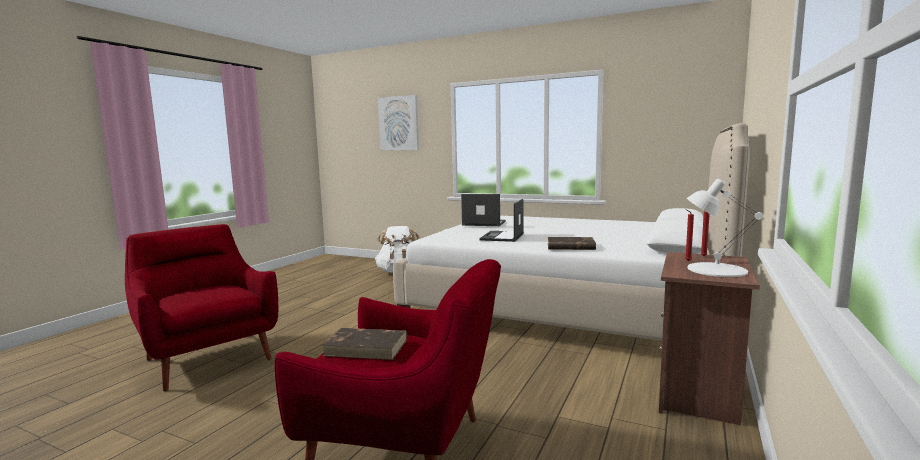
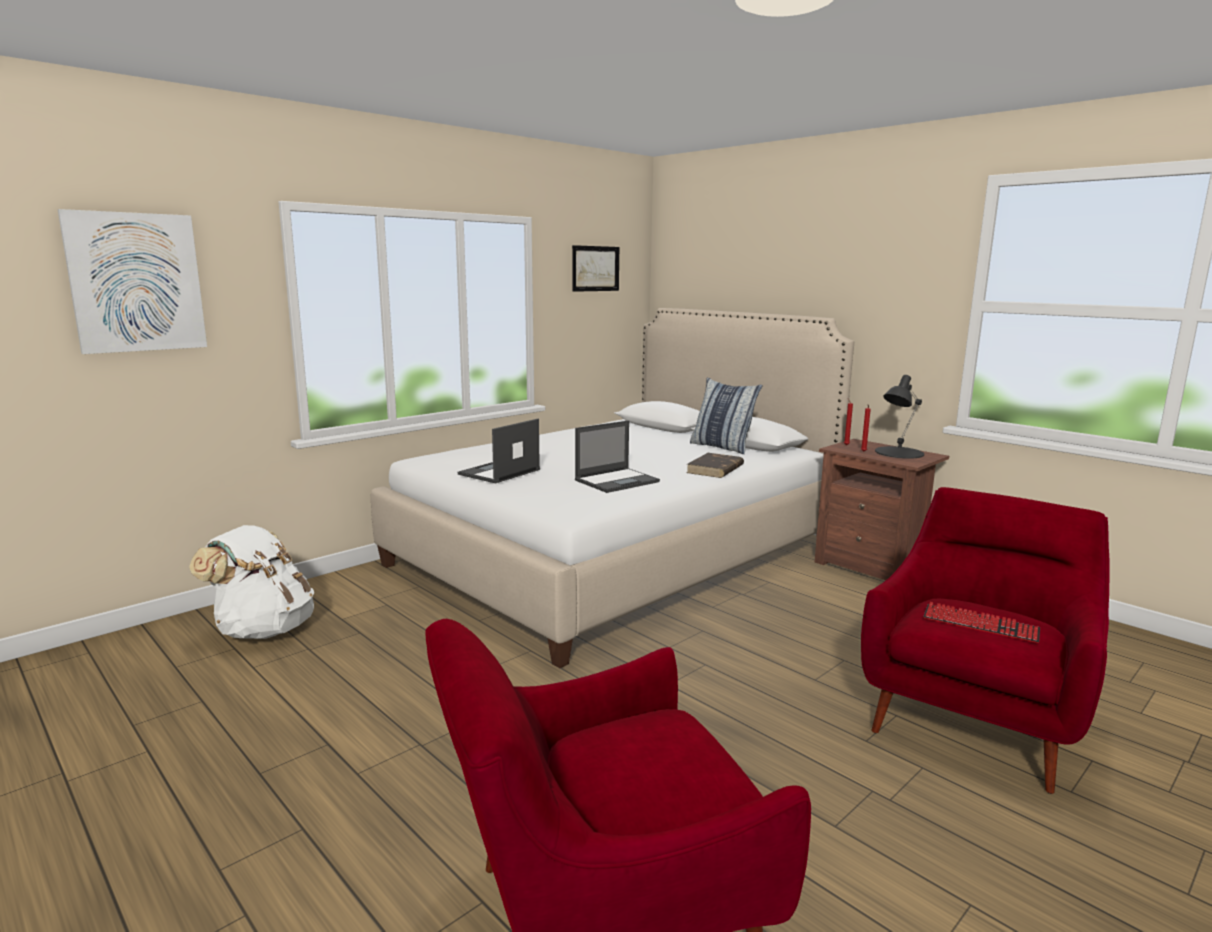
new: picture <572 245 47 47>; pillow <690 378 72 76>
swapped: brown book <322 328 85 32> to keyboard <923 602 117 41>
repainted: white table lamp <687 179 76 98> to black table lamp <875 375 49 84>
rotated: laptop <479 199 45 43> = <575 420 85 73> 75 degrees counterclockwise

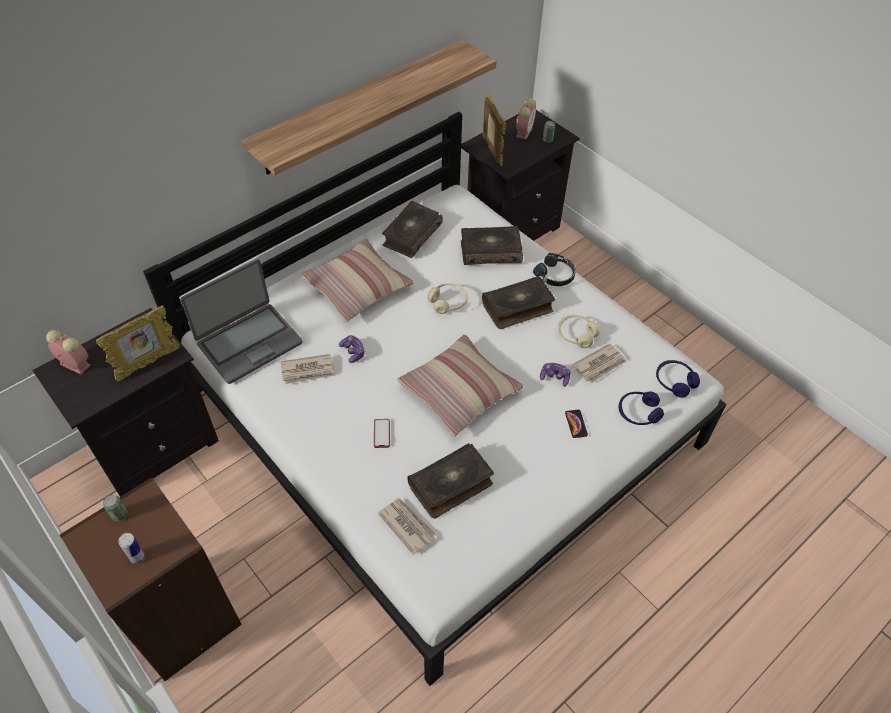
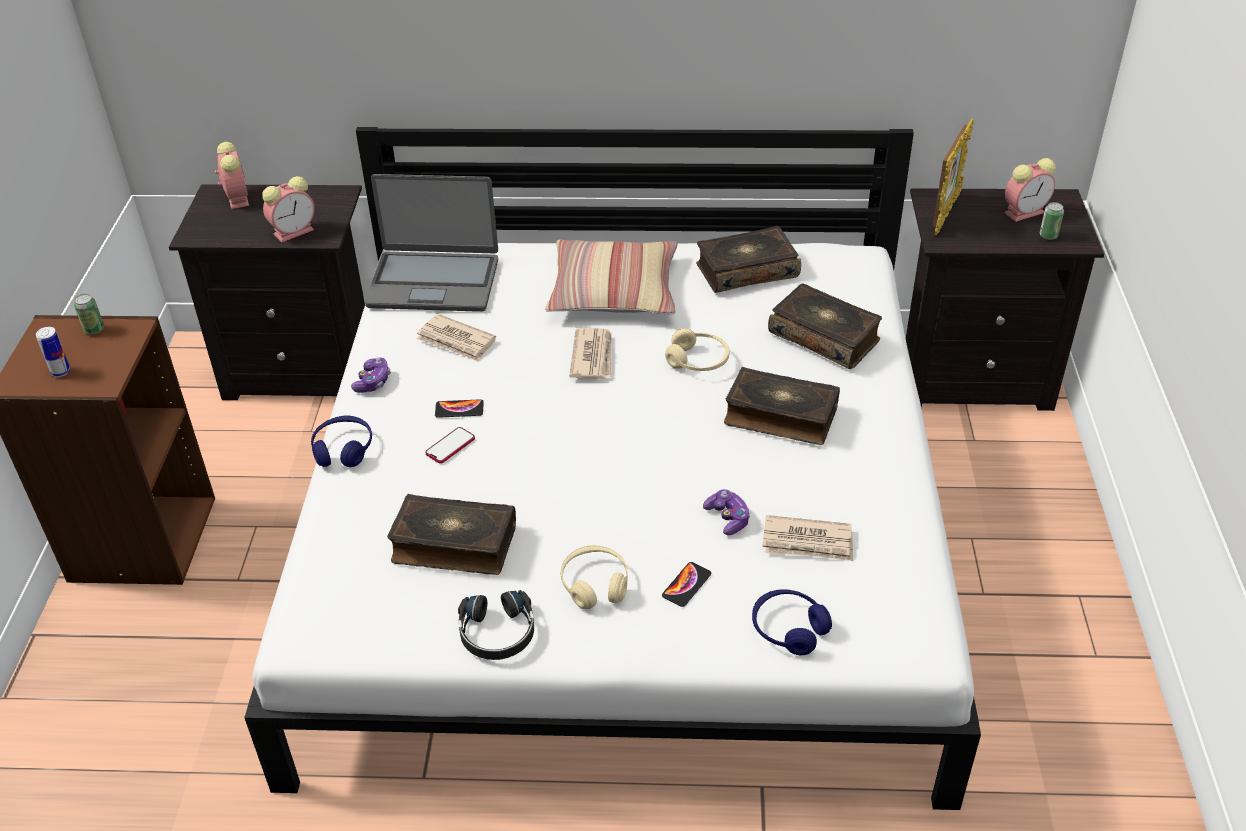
gone: shelf <242 40 255 135>; pillow <397 335 126 102>
new: phone <435 399 49 19>
shifted: blue headphones <656 360 44 37> to <311 416 61 51>; game controller <339 335 26 28> to <351 358 40 35>; black headphones <533 253 43 33> to <458 590 76 70>; beige headphones <558 315 42 33> to <560 545 68 64>; newspaper <378 498 59 57> to <569 328 43 51>
swapped: picture frame <96 305 84 76> to alarm clock <262 176 53 66>

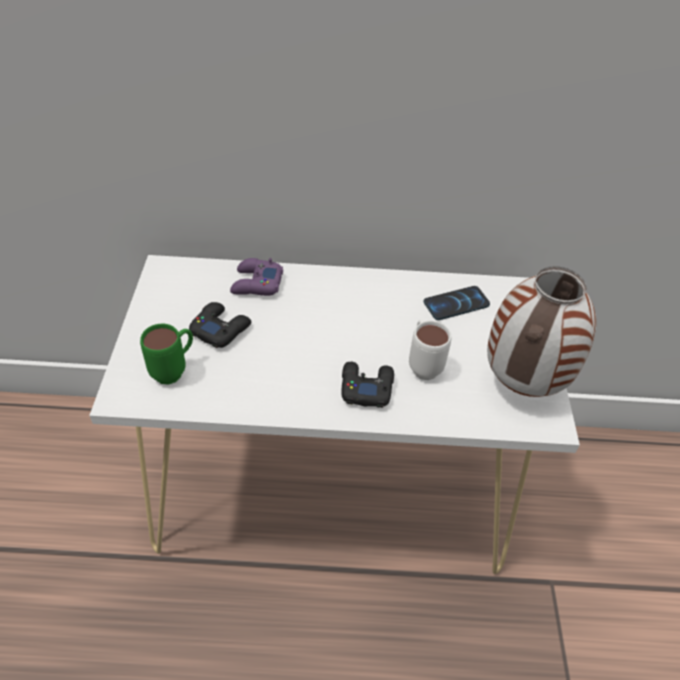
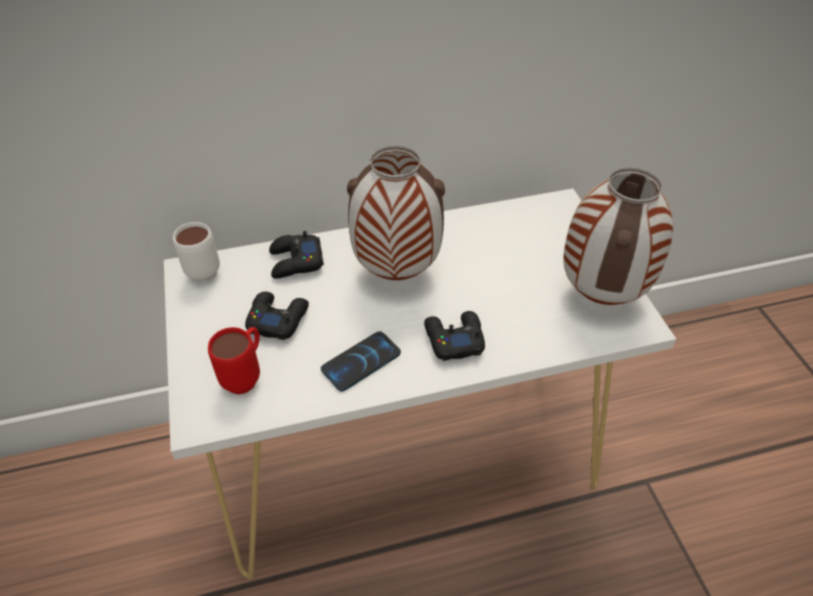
new: vase <347 146 98 134>
shifted: white mug <409 320 42 60> to <173 222 47 61>; phone <423 286 67 34> to <321 331 80 61>
repainted: green mug <140 324 53 60> to red mug <208 327 52 67>; purple game controller <230 258 53 38> to black game controller <269 231 55 48>

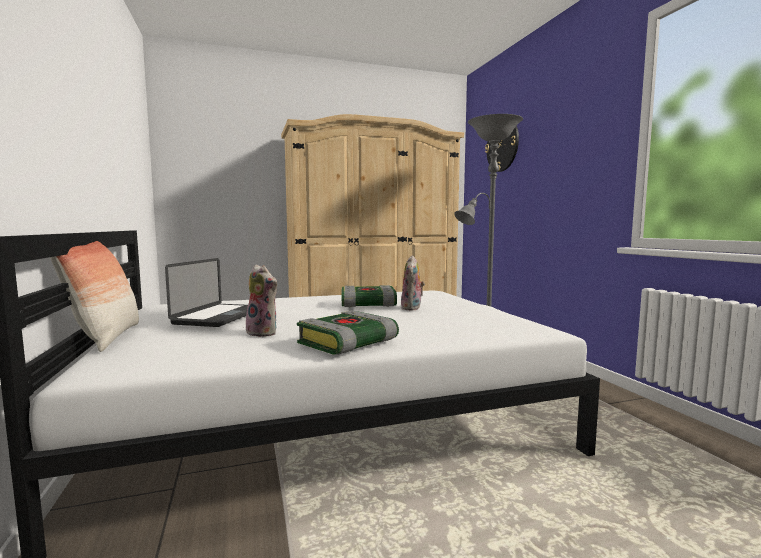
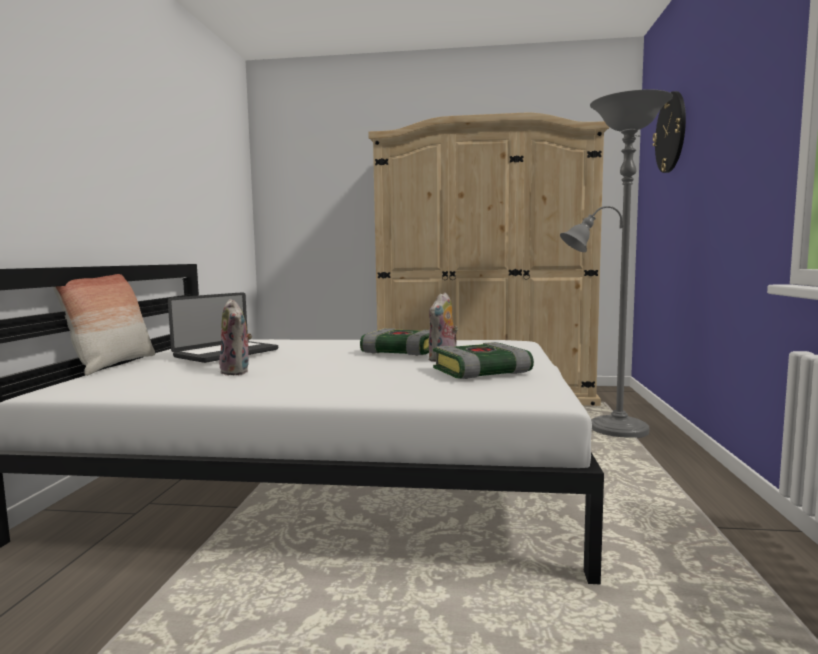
shifted: book <297 310 102 45> to <433 342 101 37>

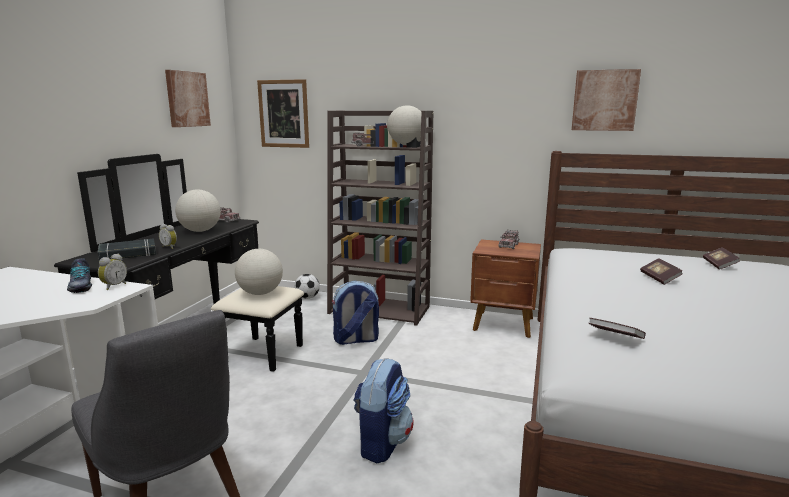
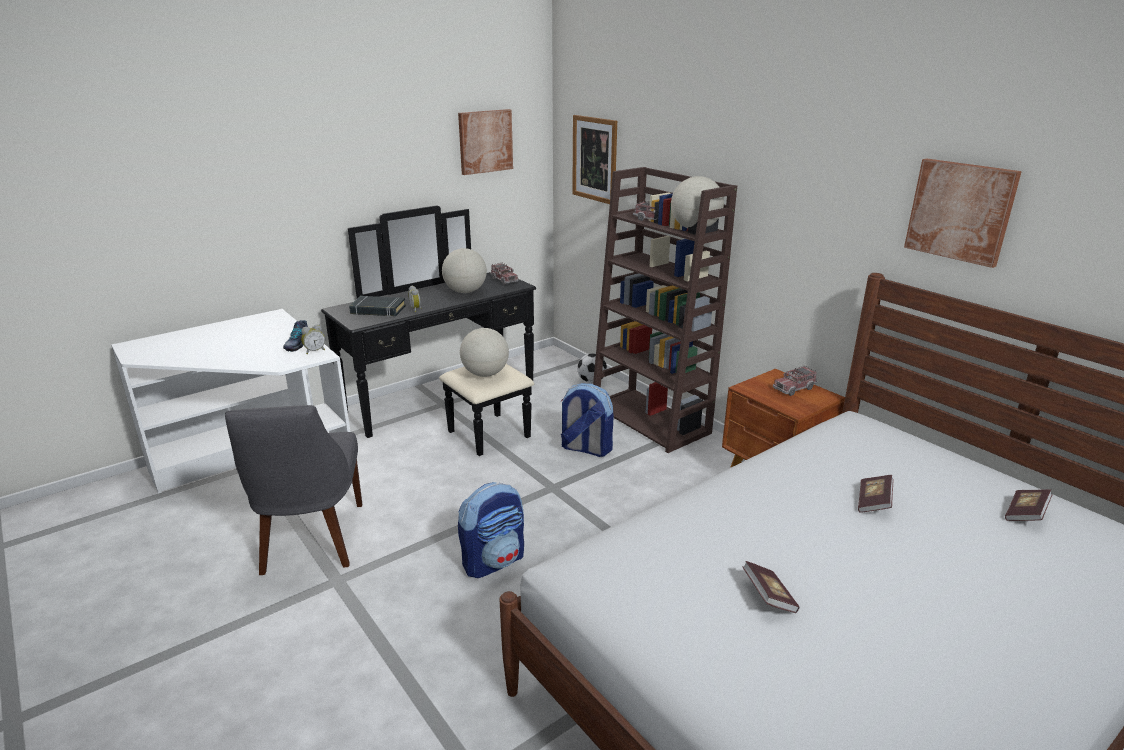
shifted: book <589 318 57 21> to <743 561 56 52>

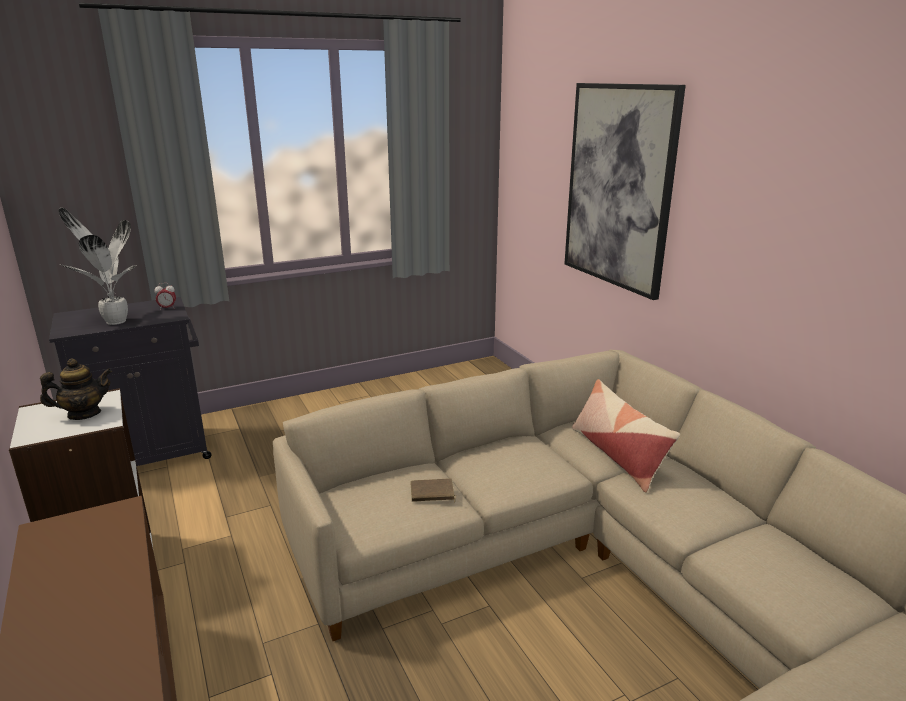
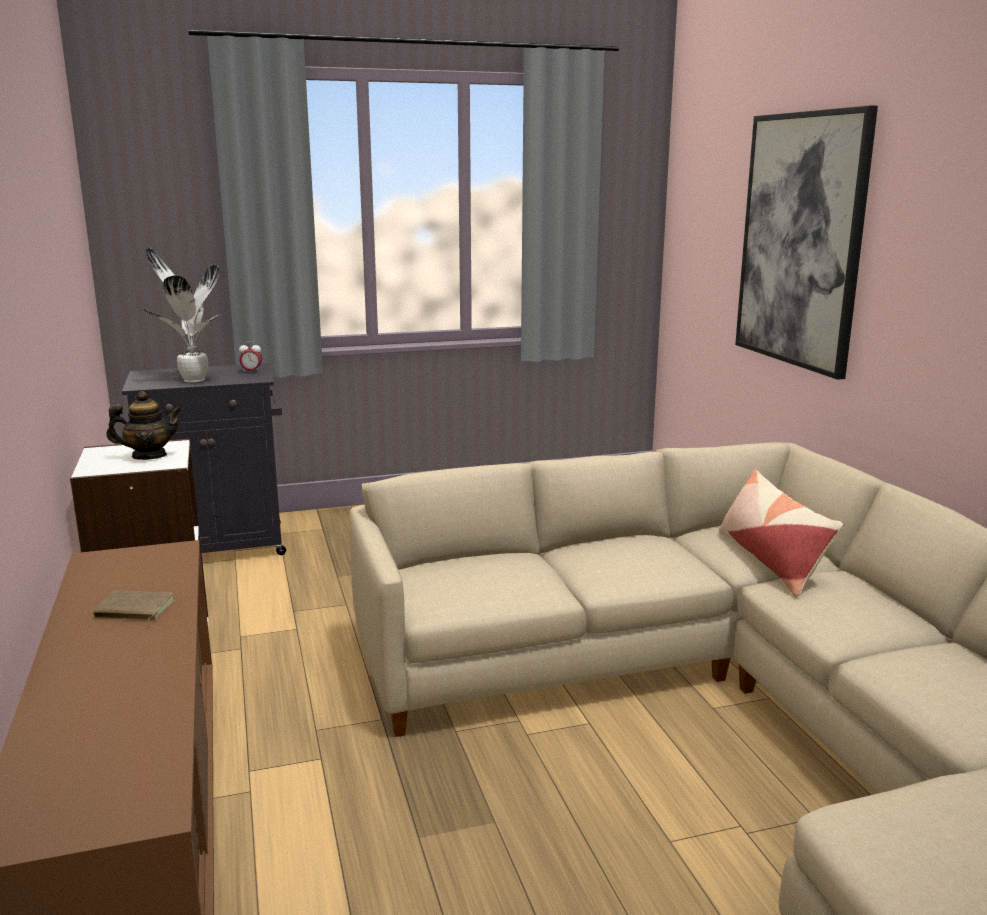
shifted: brown book <410 478 46 24> to <93 591 82 31>

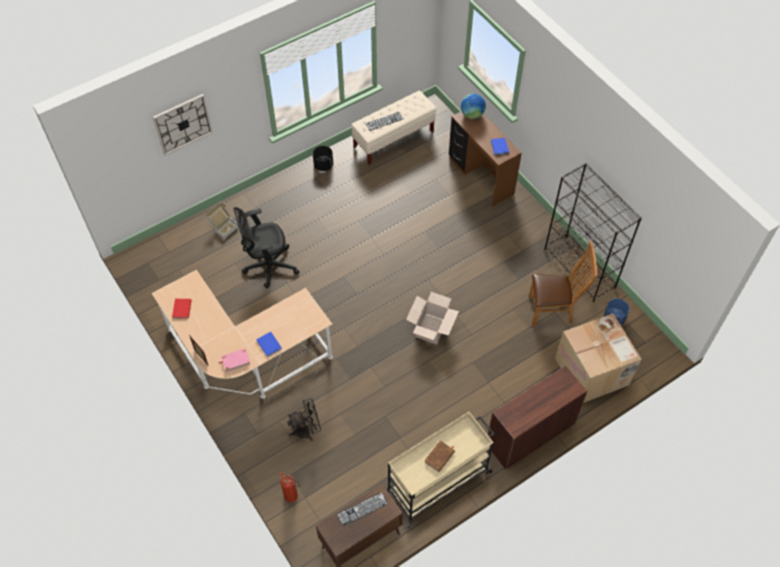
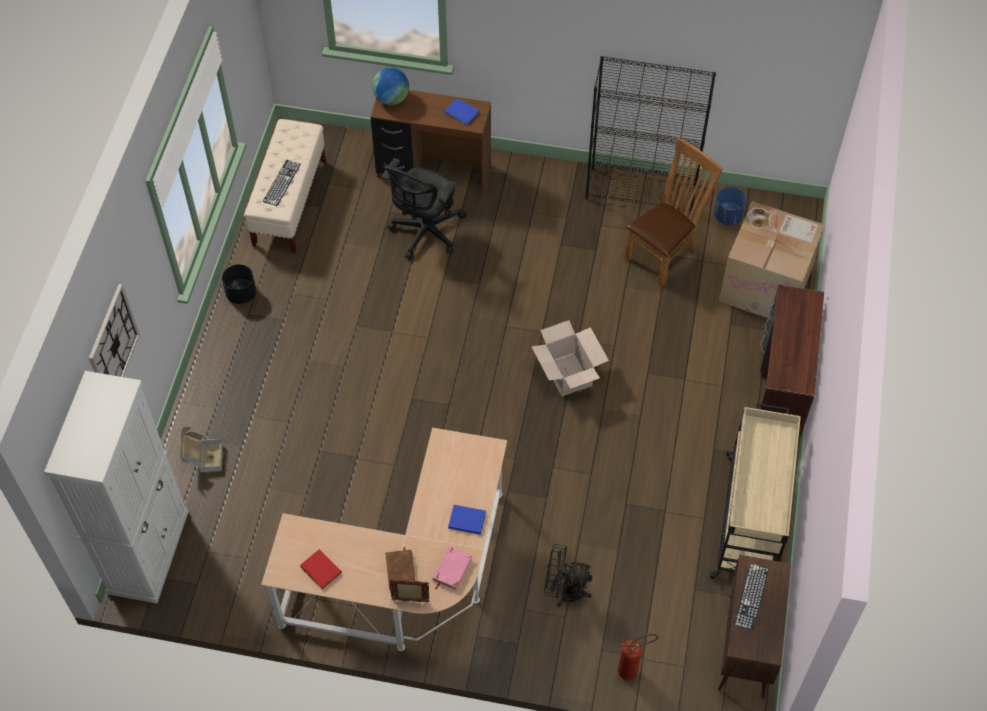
new: white cabinet <44 371 145 232>
shifted: black office chair <233 207 66 81> to <382 158 85 101>; brown book <425 441 30 31> to <385 547 30 44>
rotated: black fan <287 398 34 43> = <544 544 49 63> 105 degrees counterclockwise

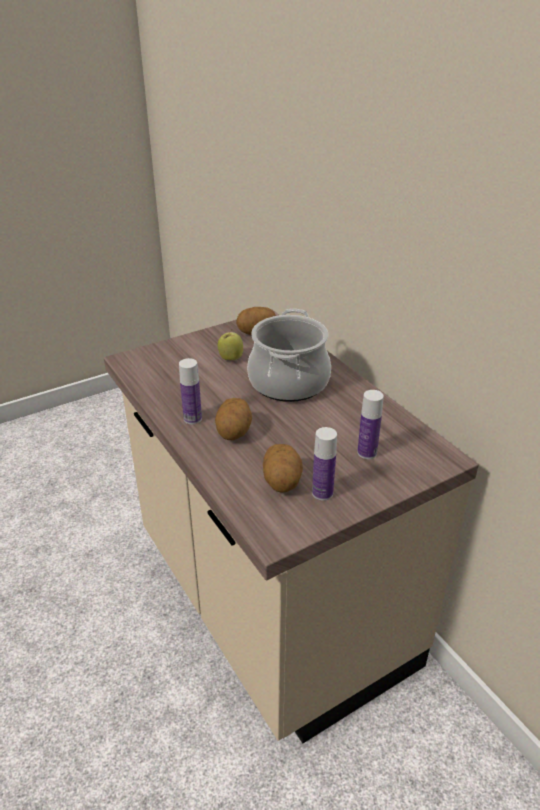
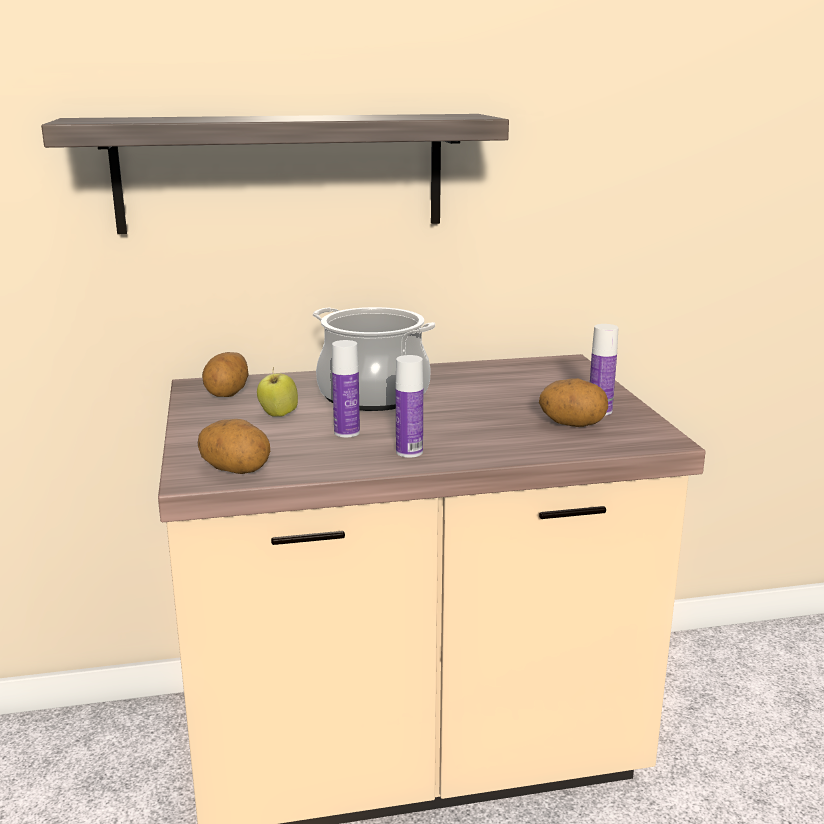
new: shelf <41 114 468 120>
shifted: potato <215 398 37 42> to <198 419 72 55>; bottle <357 390 27 69> to <332 340 28 98>

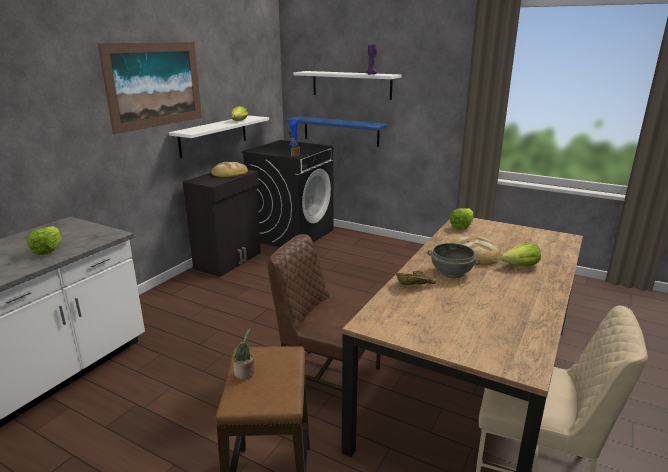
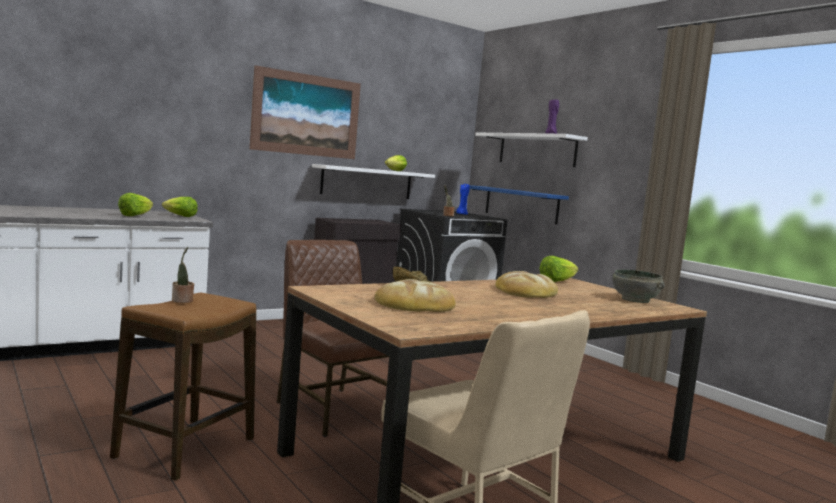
shifted: lettuce <500 243 41 23> to <162 197 36 20>; bread <211 162 37 15> to <375 279 80 33>; grey bowl <427 243 53 35> to <612 269 53 34>

